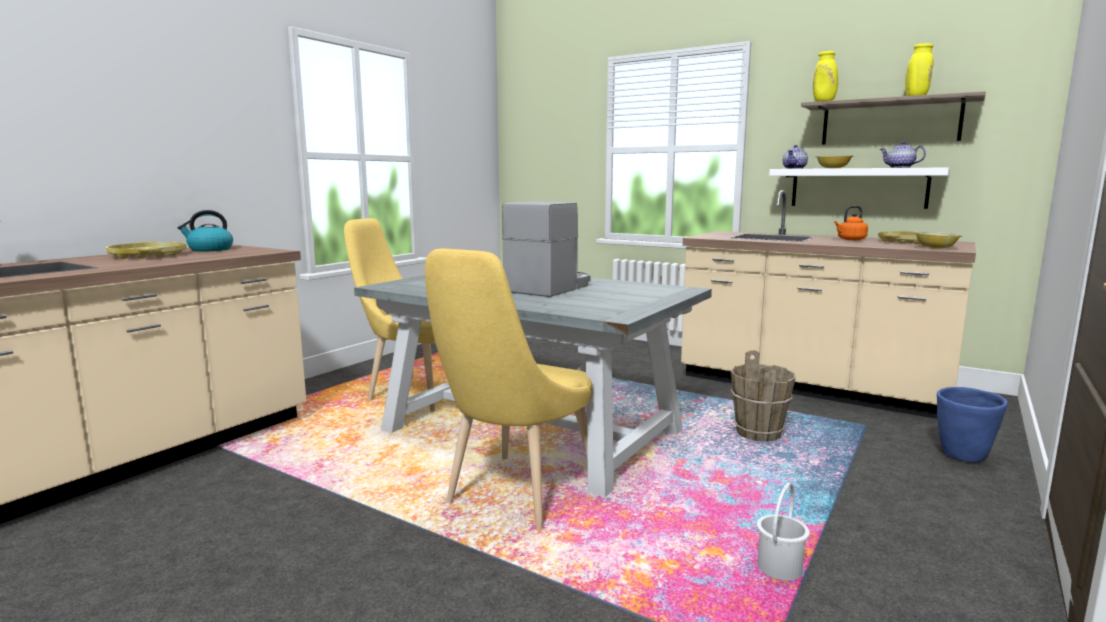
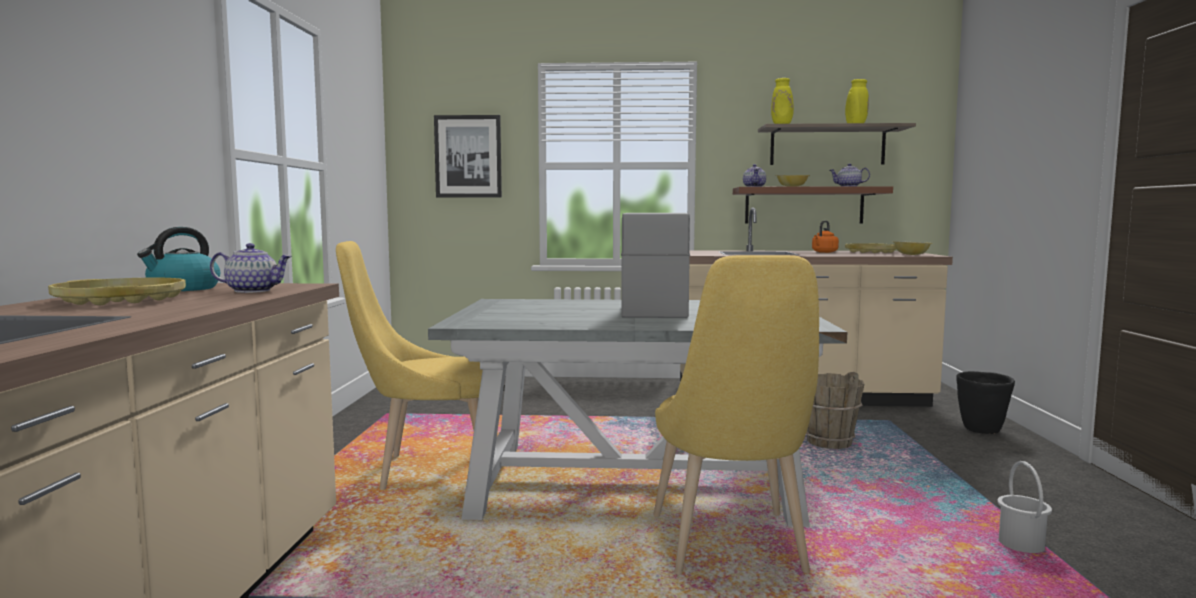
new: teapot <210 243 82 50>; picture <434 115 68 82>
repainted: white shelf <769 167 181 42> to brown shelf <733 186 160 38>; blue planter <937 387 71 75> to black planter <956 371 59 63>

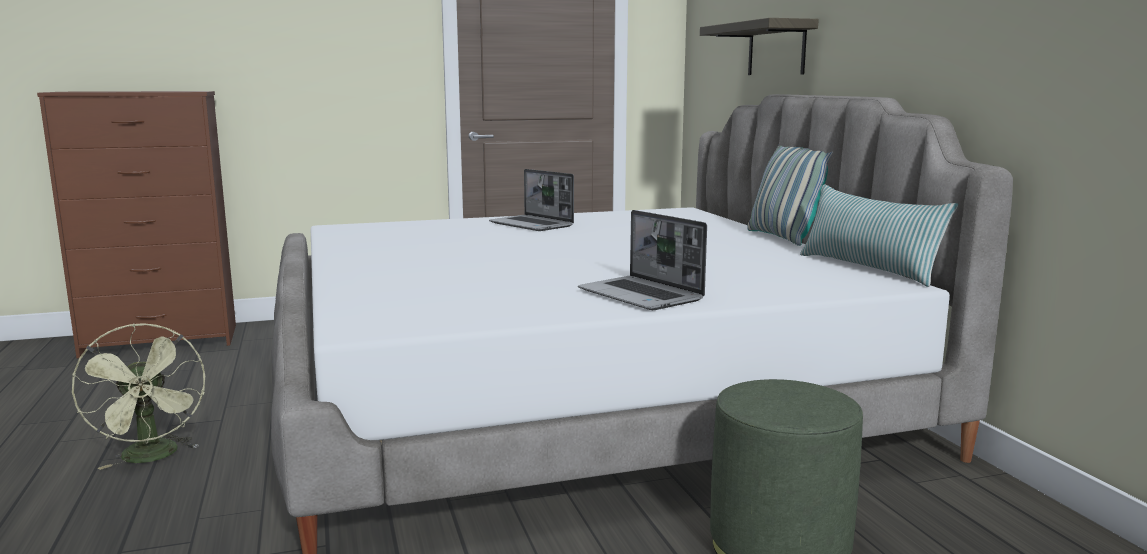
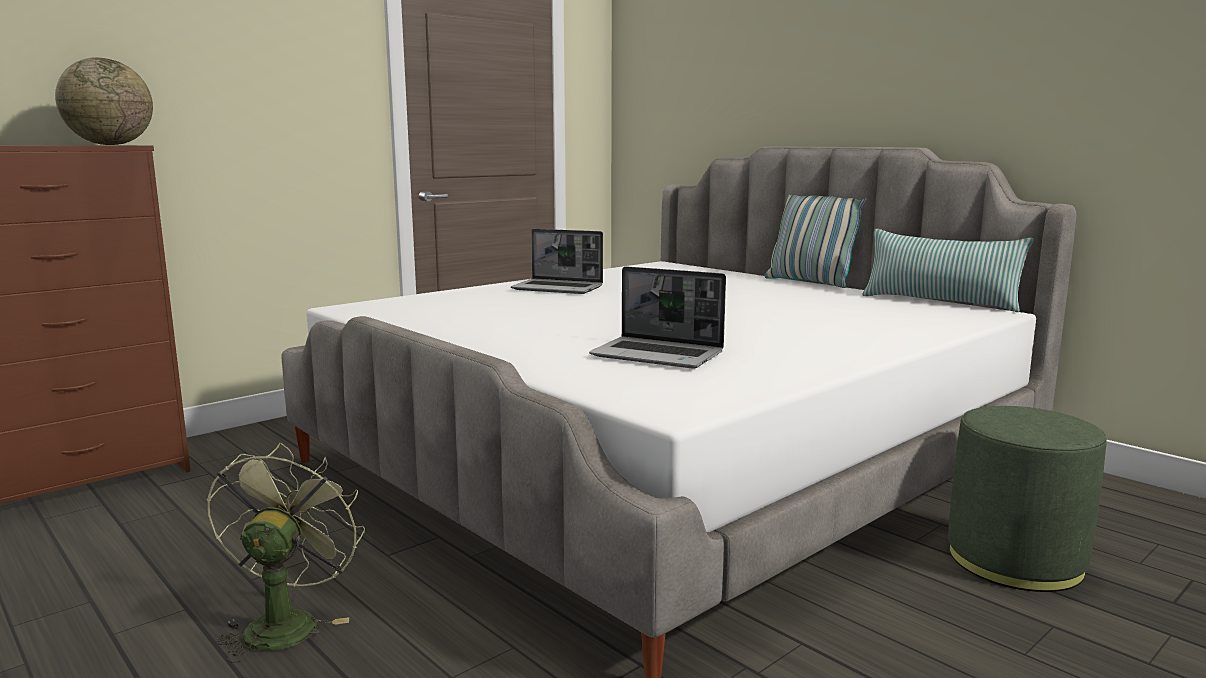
gone: shelf <700 18 119 57>
new: globe <55 57 98 88>
shifted: laptop <578 210 129 100> to <589 266 137 102>
rotated: green fan <72 323 133 147> = <207 443 158 220> 120 degrees counterclockwise

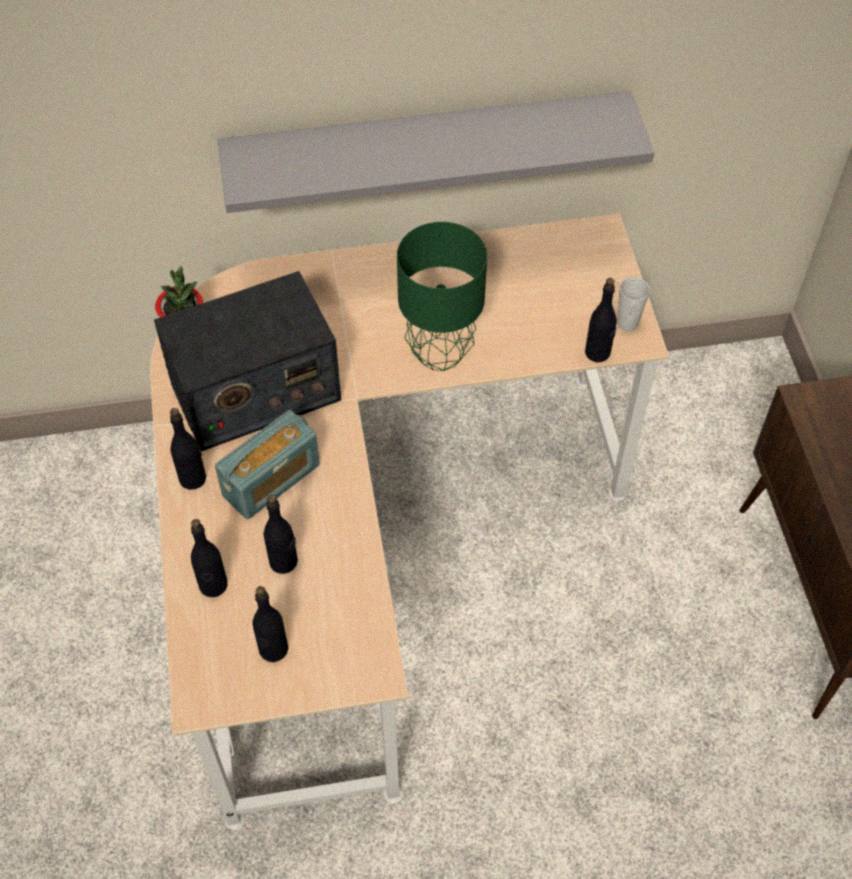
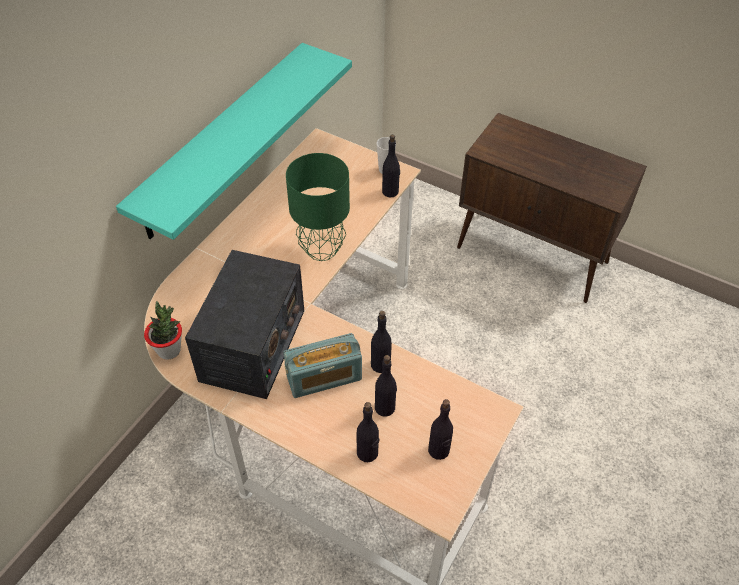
shifted: black bottle <170 408 36 82> to <371 311 21 62>
repainted: grey shelf <218 91 436 122> to turquoise shelf <116 43 236 197>
rotated: radio <215 410 105 110> = <283 333 79 65> 75 degrees clockwise

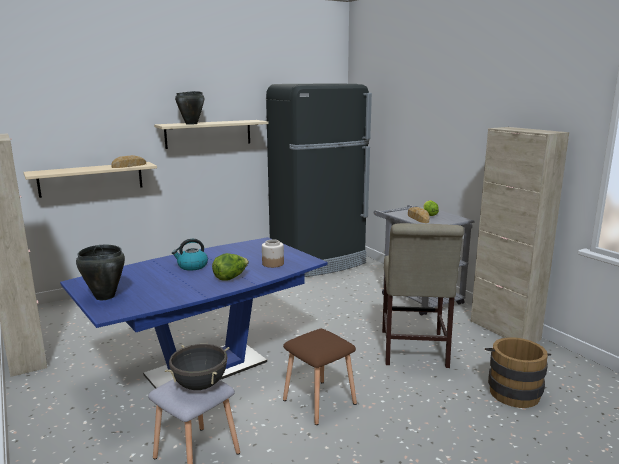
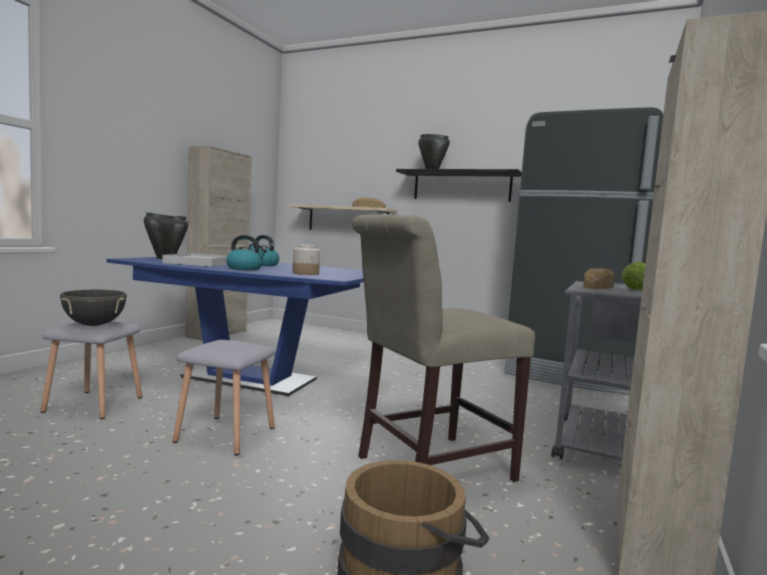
new: white tray <162 253 65 14>
swapped: lettuce <212 253 37 28> to kettle <226 235 41 35>
repainted: brown stool <283 329 74 96> to grey stool <173 340 102 115>; beige shelf <154 120 115 29> to black shelf <396 169 126 33>

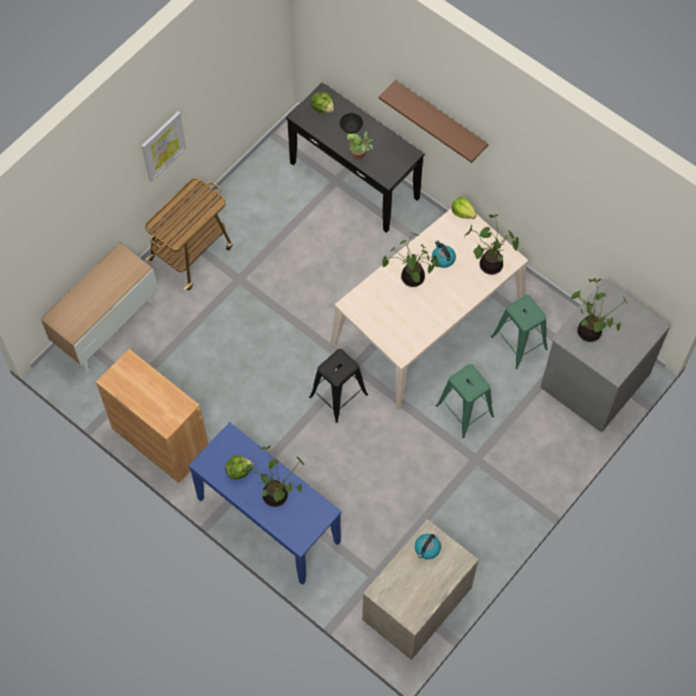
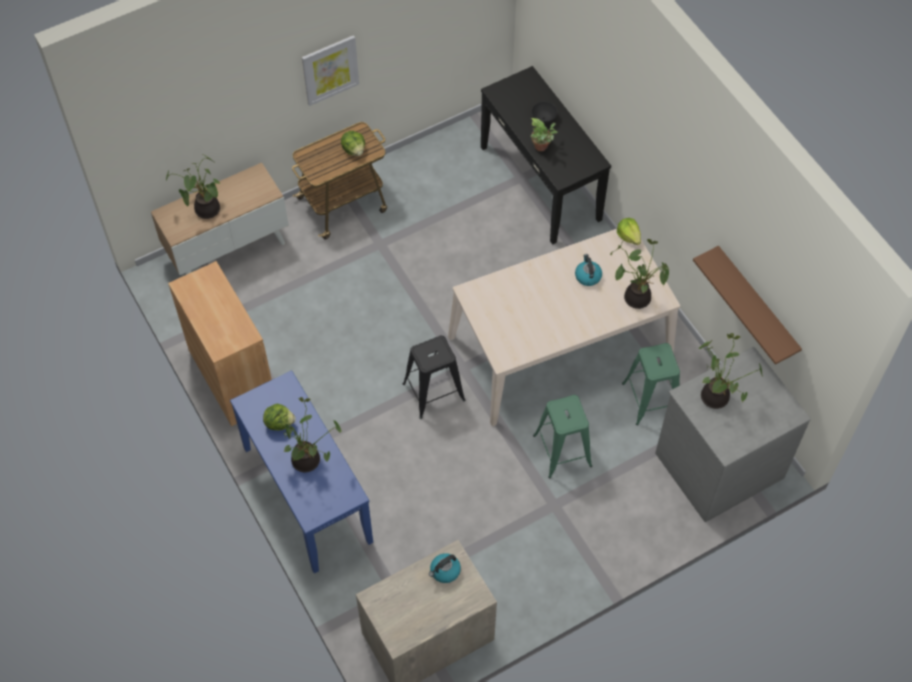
shifted: potted plant <382 232 57 55> to <166 155 54 64>; lettuce <311 92 23 22> to <341 131 24 25>; brown shelf <379 80 109 83> to <693 246 109 119>

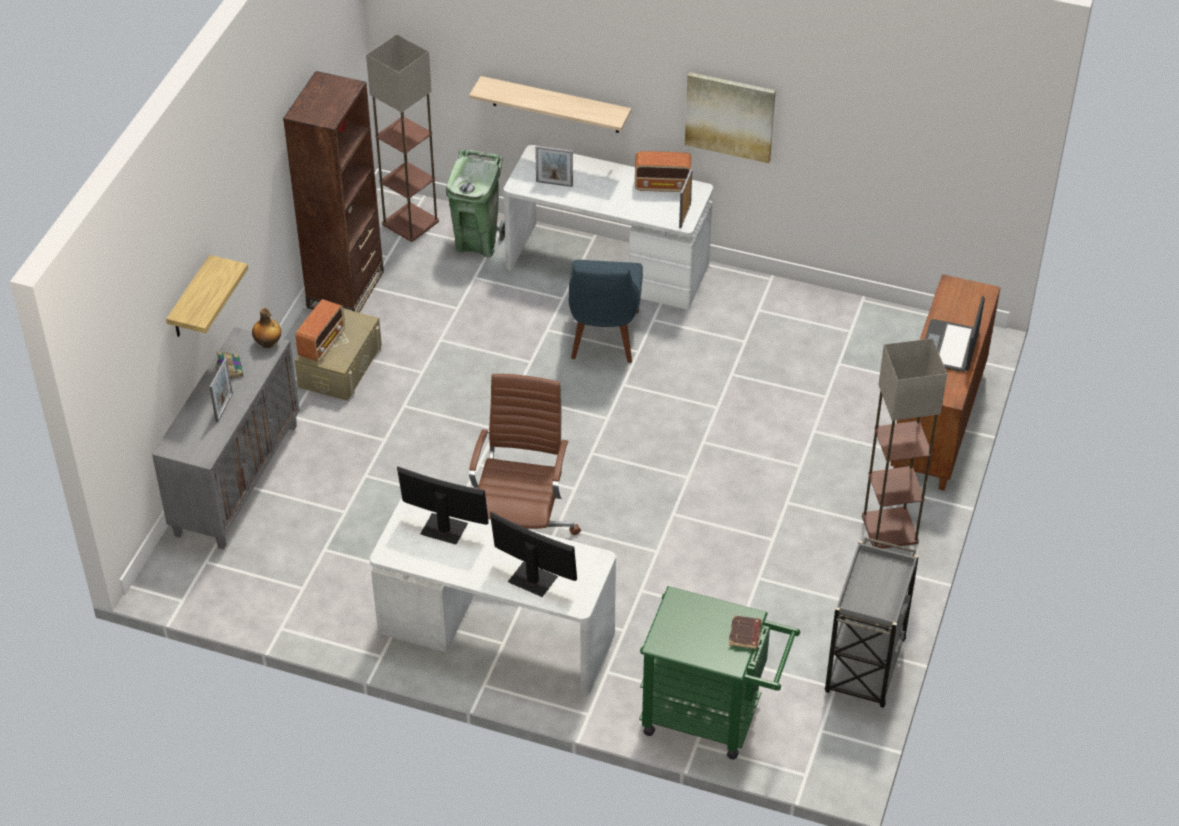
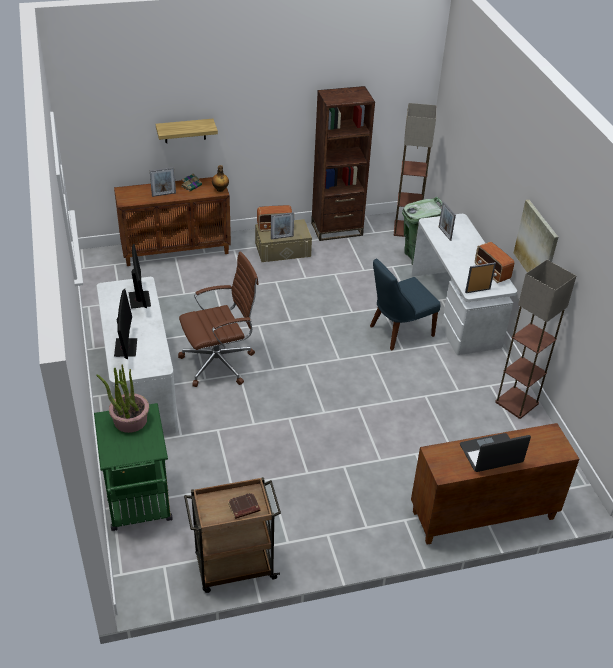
gone: shelf <469 76 162 57>
new: potted plant <96 364 53 69>; picture frame <271 212 23 27>
shifted: brown book <729 615 33 34> to <228 492 32 27>; floor lamp <862 338 85 211> to <495 260 81 159>
repainted: grey cabinet <152 327 148 223> to brown cabinet <114 177 117 89>; grey cart <825 537 94 171> to brown cart <184 477 97 116>

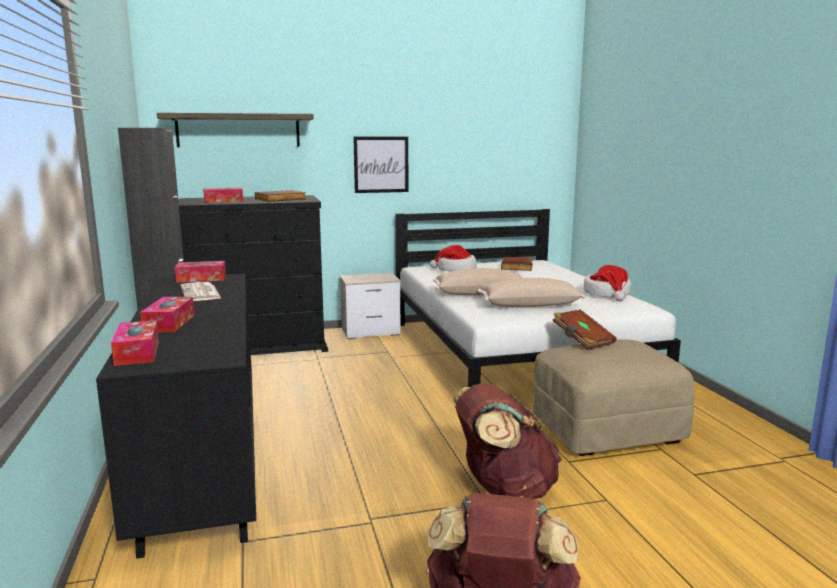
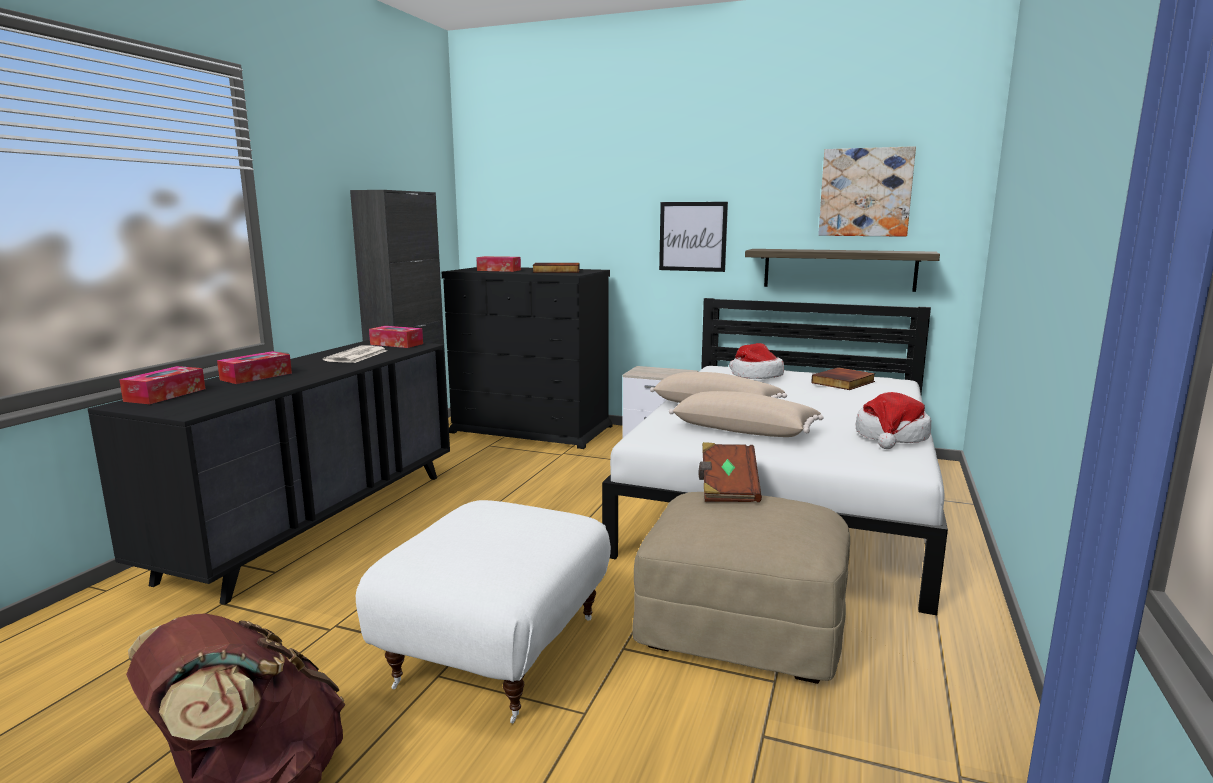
new: picture <818 146 98 91>
shifted: shelf <157 113 157 34> to <745 249 195 43>
swapped: brown backpack <453 383 109 116> to white ottoman <356 500 255 224>

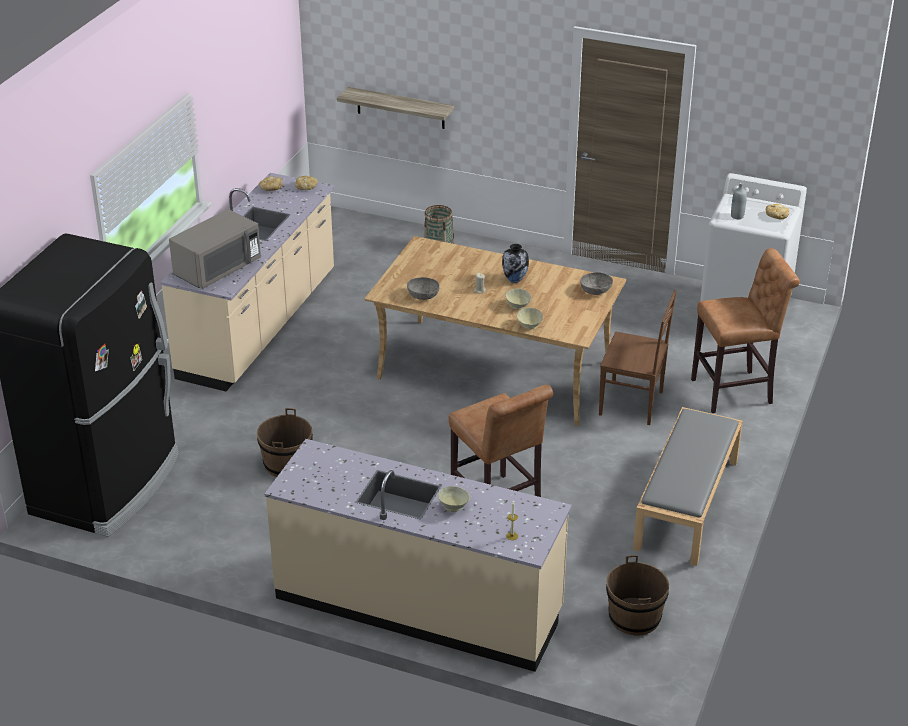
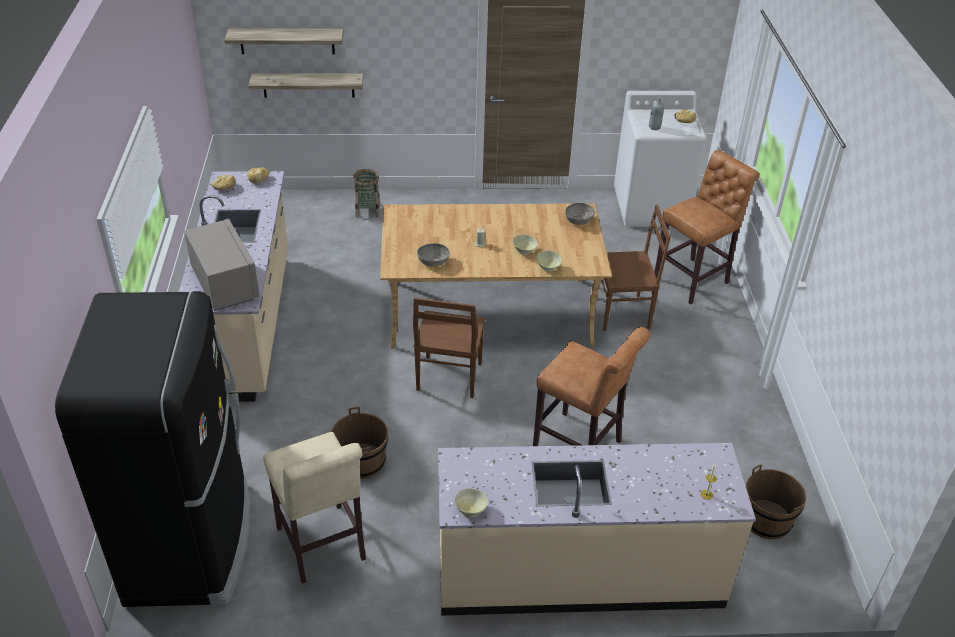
gone: vase <502 244 27 39>; grey bench <633 407 110 159>
new: shelf <224 29 120 25>; beige stool <263 432 103 152>; brown chair <413 298 72 100>
shifted: beige bowl <438 486 32 26> to <454 488 34 30>
rotated: grey microwave <169 209 92 80> = <184 219 76 92> 45 degrees counterclockwise

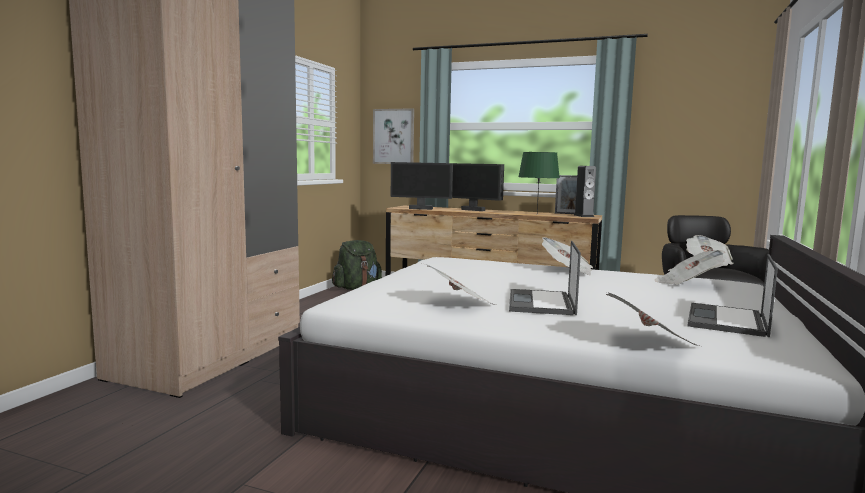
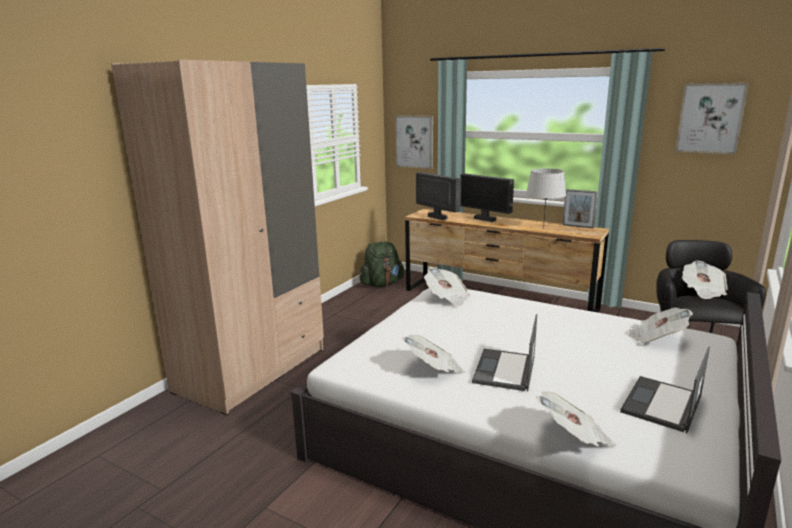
gone: speaker <574 166 22 51>
new: picture <675 83 74 71>
shifted: newspaper <542 237 51 38> to <424 267 46 39>
repainted: green table lamp <519 152 41 61> to grey table lamp <526 168 40 61>
rotated: monitor <391 162 62 48> = <416 172 45 48> 150 degrees counterclockwise

